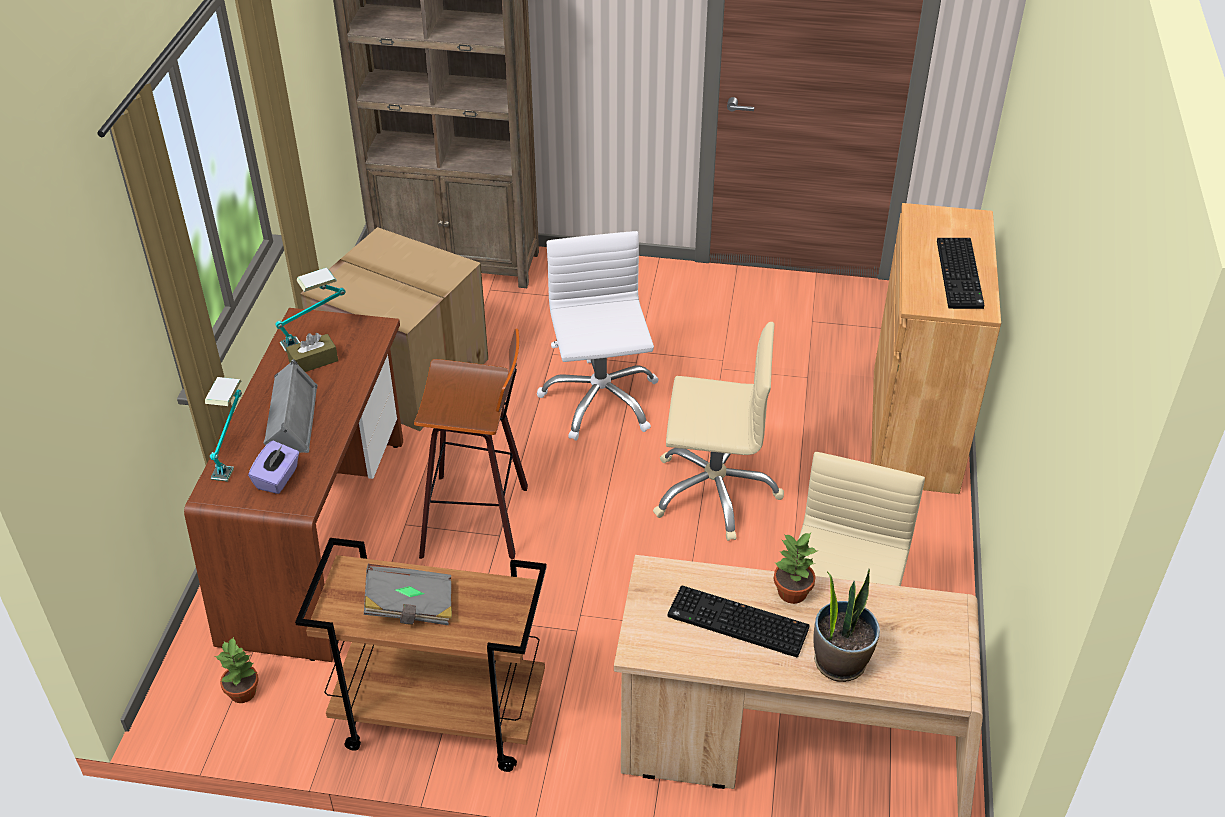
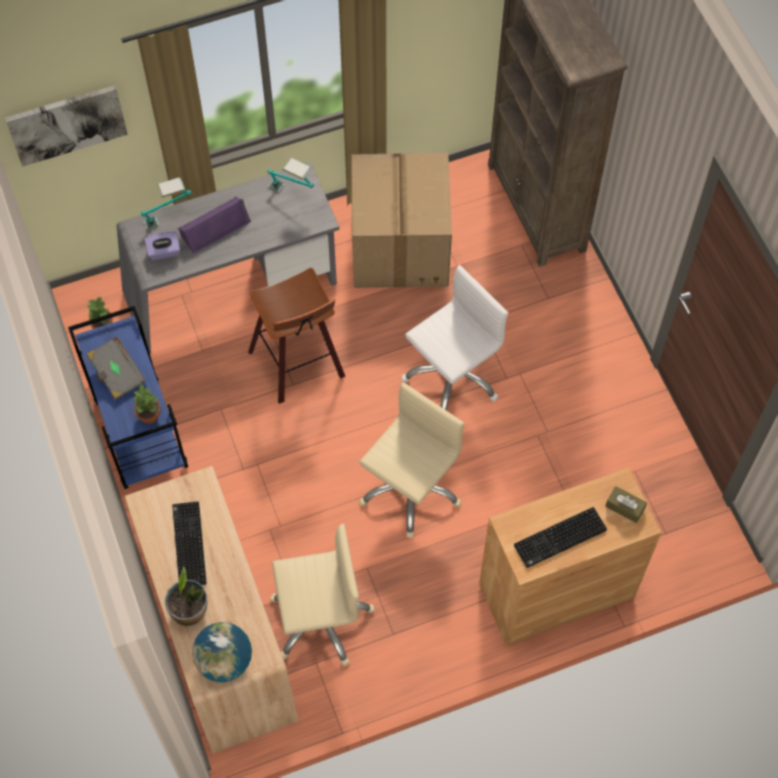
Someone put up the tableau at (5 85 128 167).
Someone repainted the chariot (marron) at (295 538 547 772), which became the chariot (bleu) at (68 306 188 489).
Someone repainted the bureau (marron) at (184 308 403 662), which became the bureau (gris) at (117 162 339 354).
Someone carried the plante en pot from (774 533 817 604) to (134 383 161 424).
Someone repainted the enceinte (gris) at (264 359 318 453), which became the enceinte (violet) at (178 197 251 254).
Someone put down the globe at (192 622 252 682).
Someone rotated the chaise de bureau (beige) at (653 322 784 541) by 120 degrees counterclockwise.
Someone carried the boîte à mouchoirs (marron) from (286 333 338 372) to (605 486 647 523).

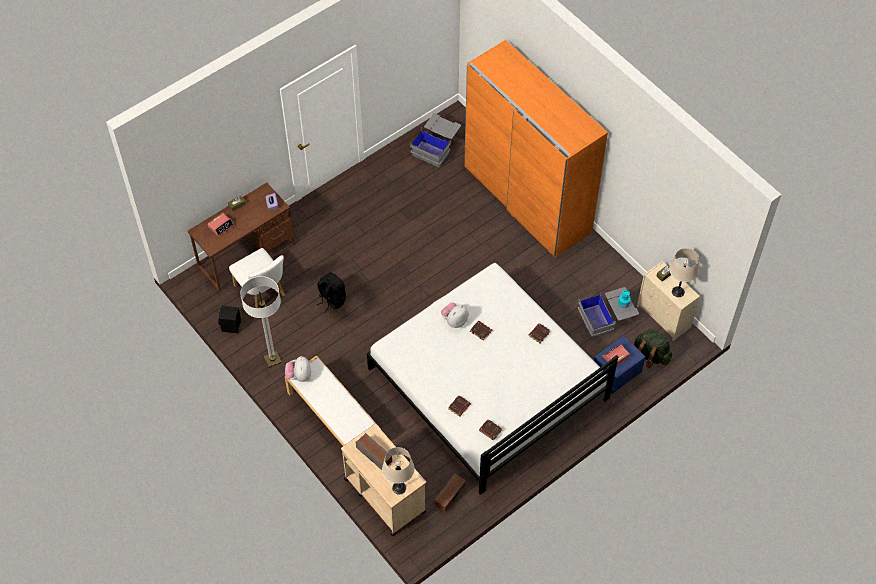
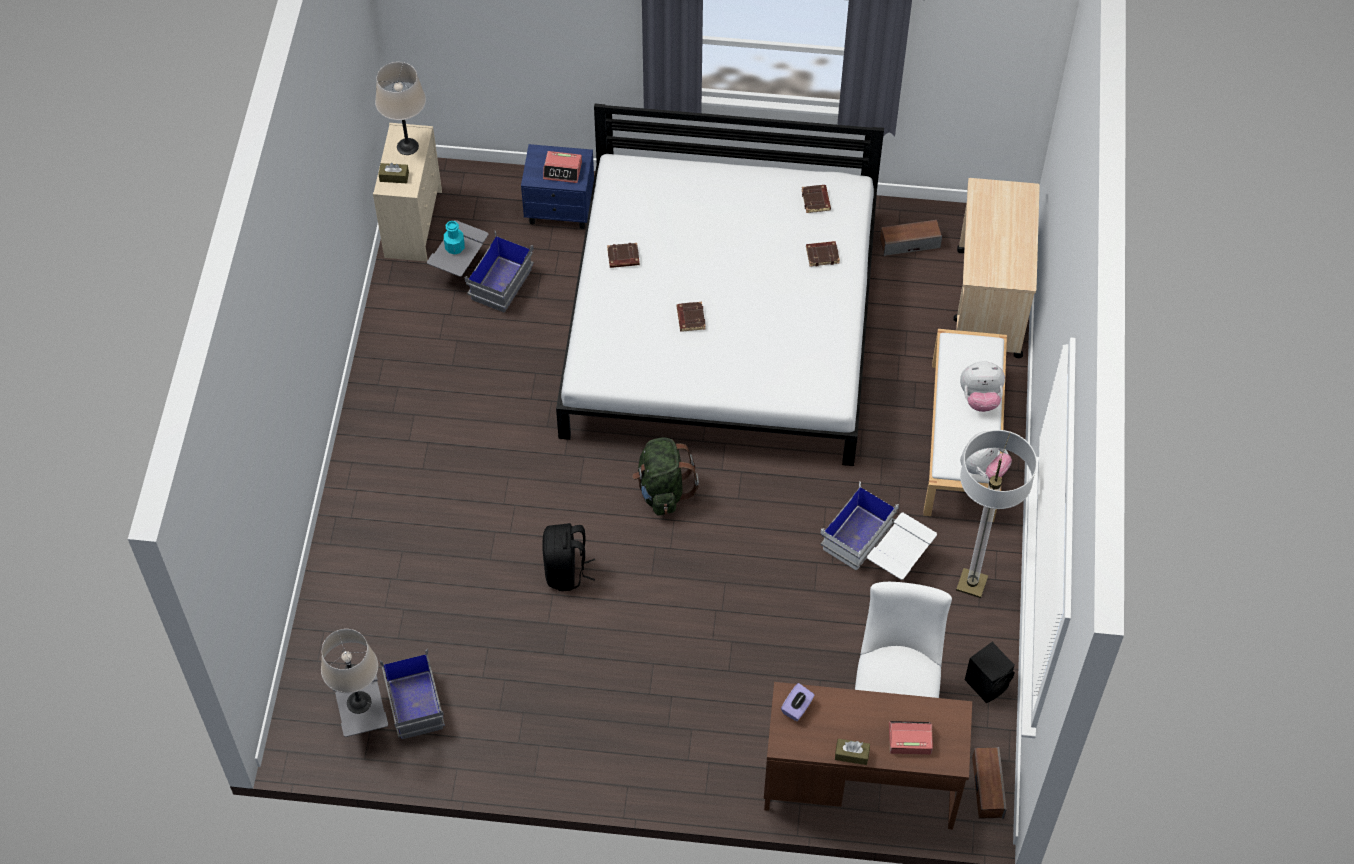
Someone carried the lampe de table (beige) from (382 447 415 494) to (321 629 378 714).
Someone carried the sac à dos (noir) from (317 272 346 312) to (542 523 595 591).
Someone carried the sac à dos (vert) from (634 329 672 369) to (632 437 699 516).
Someone put down the boîte de rangement (blanc) at (821 482 937 580).
Someone carried the peluche from (441 302 469 328) to (960 361 1005 412).
Someone carried the enceinte from (356 433 392 470) to (972 747 1007 819).
Someone took away the armoire (orange) at (464 40 608 257).

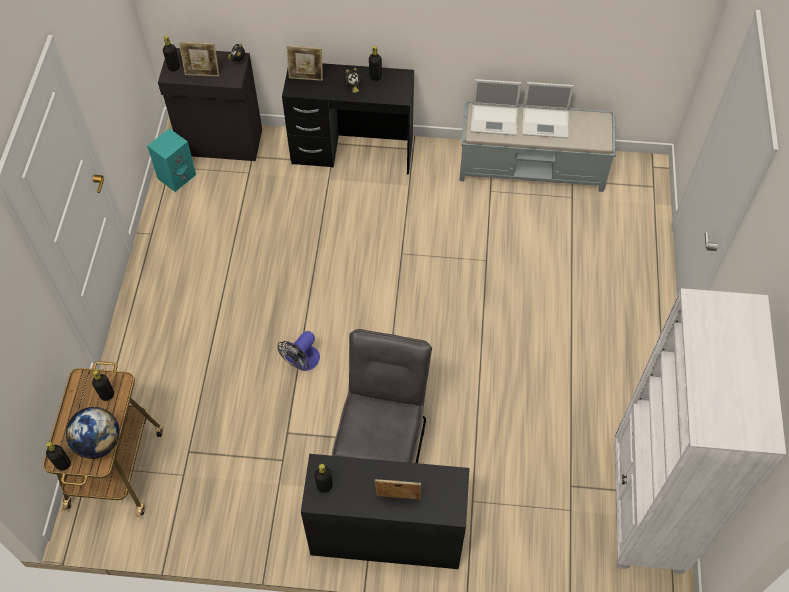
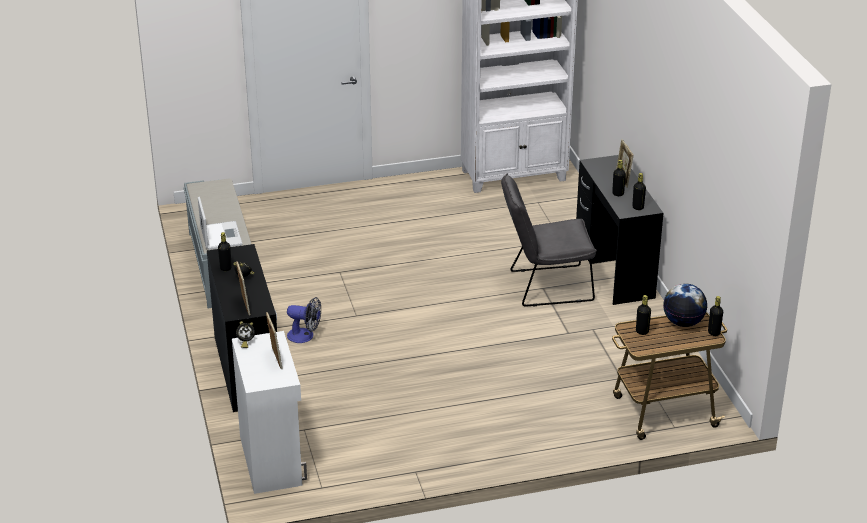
Someone repainted the meuble de rangement (noir) at (158 48 262 161), which became the meuble de rangement (blanc) at (232 331 307 494).
Someone carried the ventilateur from (278 331 320 371) to (287 297 321 343).
Someone carried the bouteille (noir) from (163 36 180 72) to (612 160 626 196).
Someone took away the enceinte (turquoise) at (147 128 196 192).
Someone took away the ordinateur portable at (522 82 574 138).

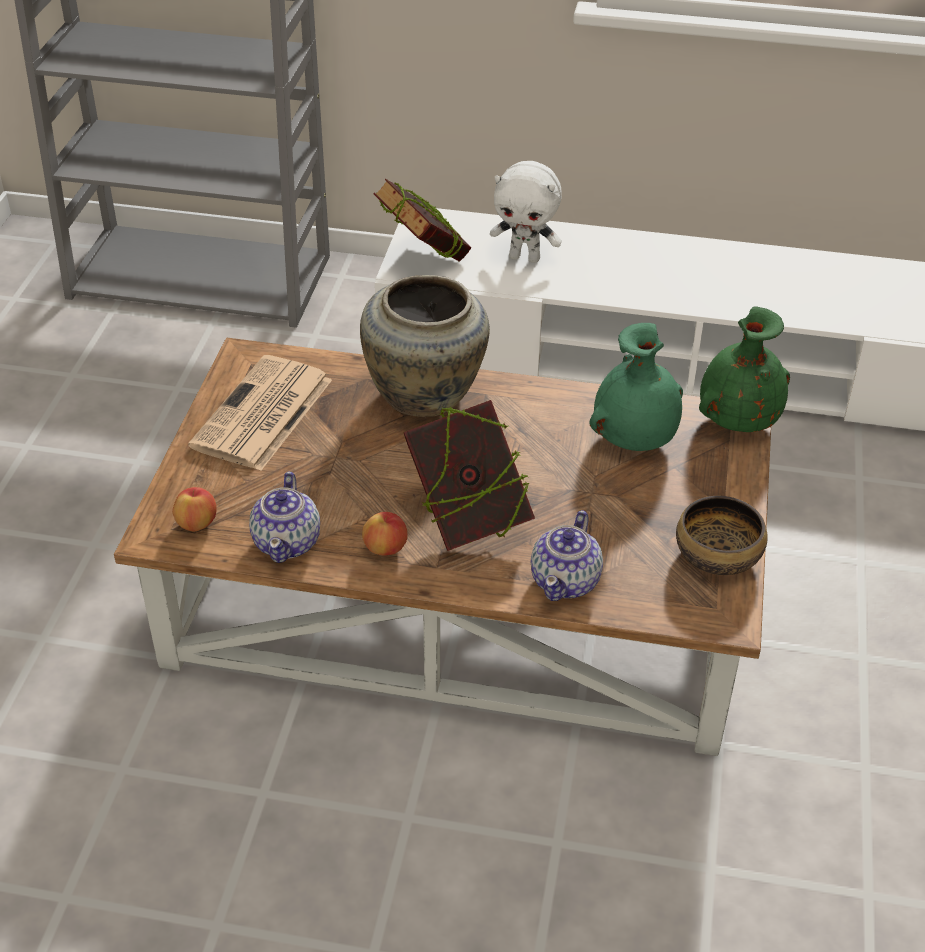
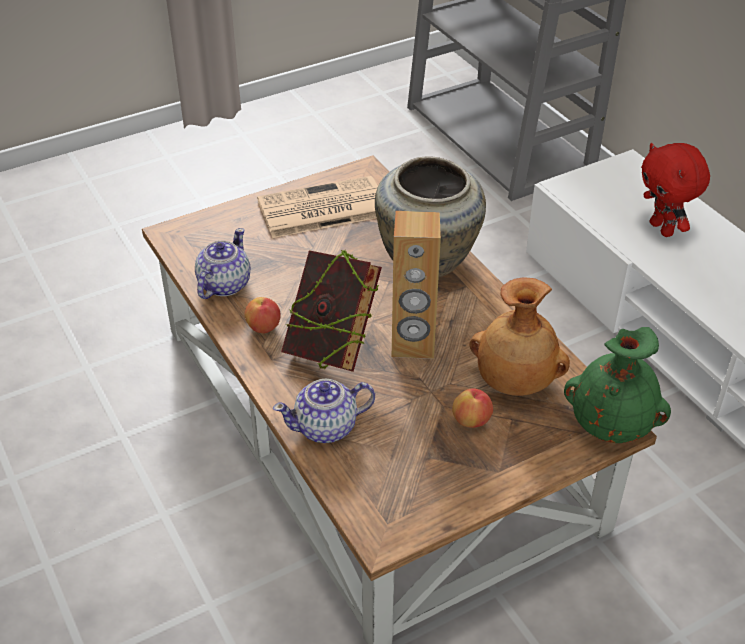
Someone rotated the théière at (249 472 320 563) by 150 degrees clockwise.
Someone put down the enceinte (marron) at (392 211 441 359).
Someone carried the pomme from (172 487 217 531) to (452 388 493 428).
Someone repainted the vase (vert) at (589 323 683 451), which became the vase (marron) at (470 278 570 396).
Someone repainted the peluche (blanc) at (490 161 562 263), which became the peluche (rouge) at (641 143 710 237).
Someone took away the livre at (373 179 472 262).
Someone took away the bol at (676 496 767 575).

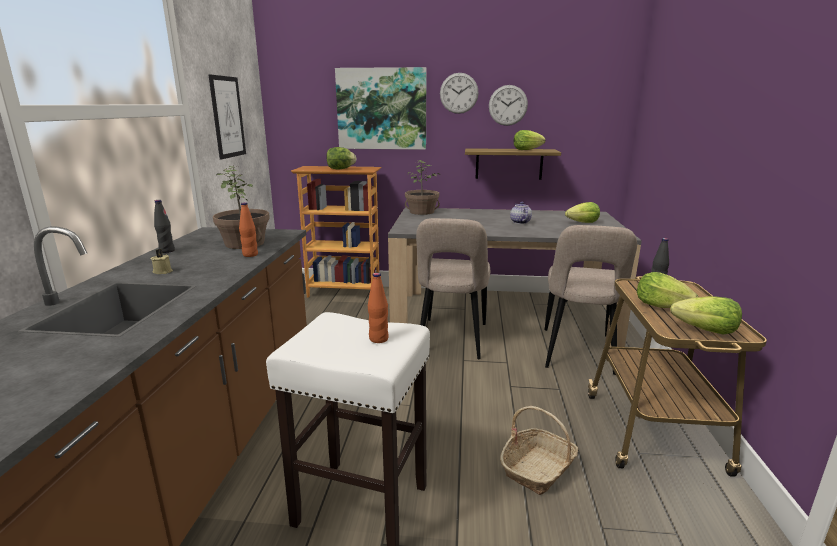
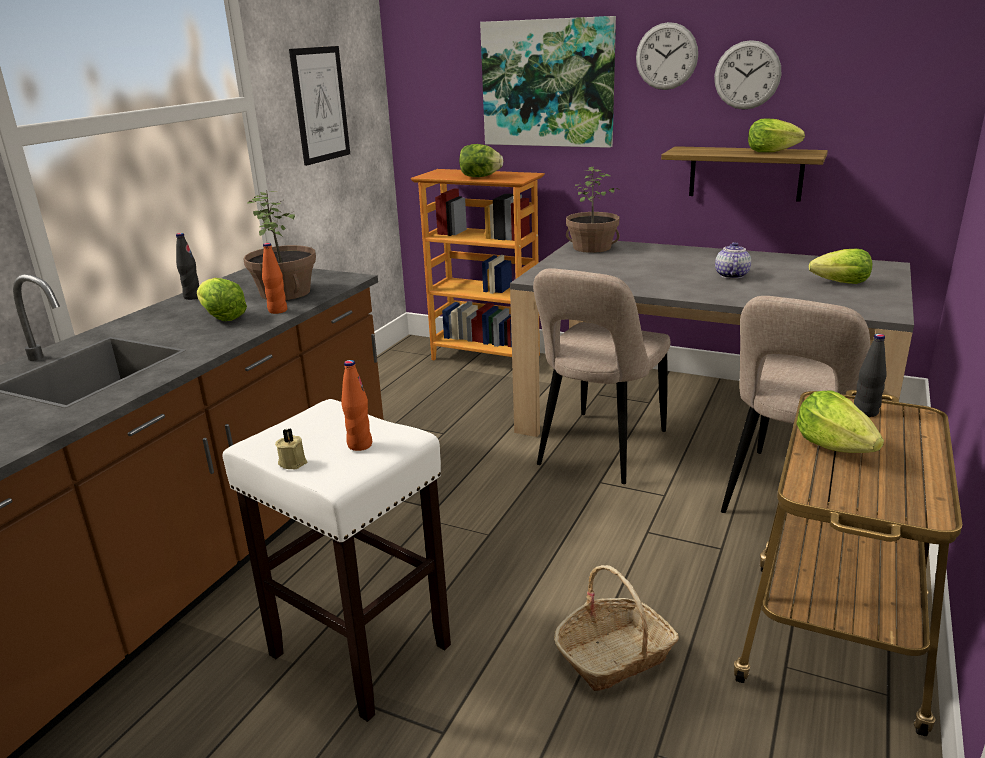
Someone carried the laitue from (670 296 742 335) to (197 278 247 321).
Someone carried the bougie (beige) from (151 249 173 274) to (275 428 307 469).

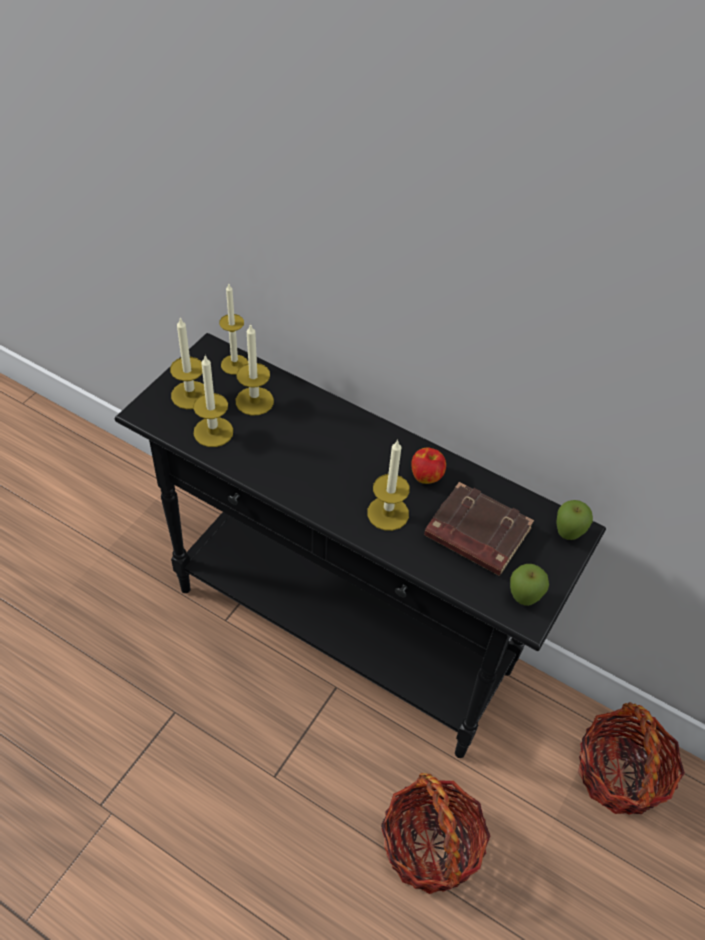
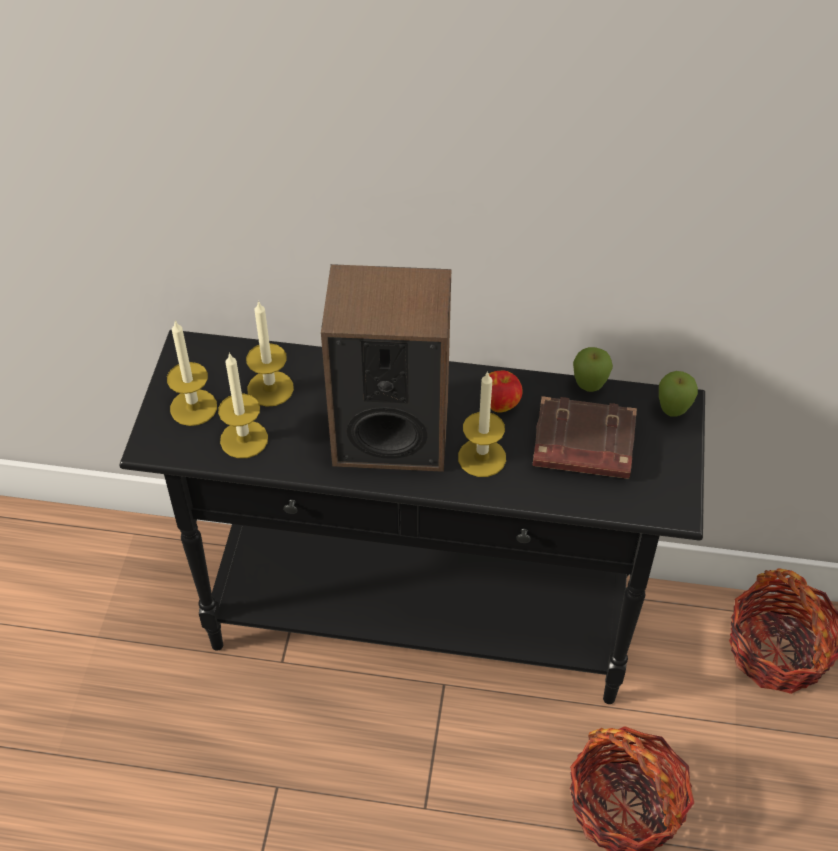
Someone put down the enceinte at (321 264 451 472).
Someone carried the pomme from (510 564 549 606) to (573 347 613 392).
Someone took away the bougie at (219 284 248 375).

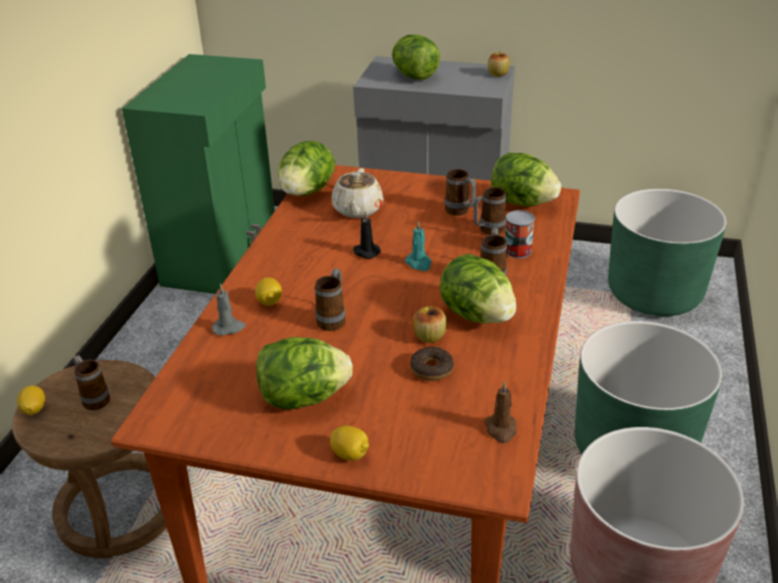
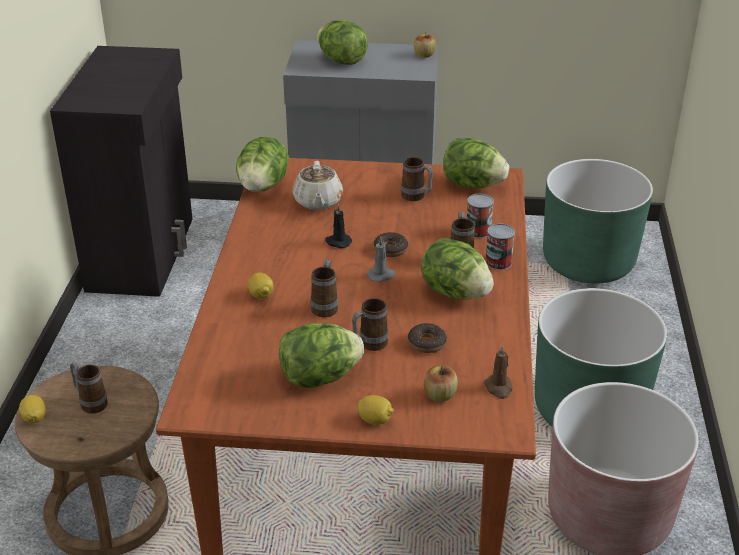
Someone repainted the meuble de rangement (vert) at (122 54 275 294), which became the meuble de rangement (noir) at (50 46 193 297).
Someone carried the mug from (474 187 506 235) to (352 298 388 351).
Someone carried the bougie (gris) from (212 284 246 336) to (367 237 395 282).
Someone swapped the bougie (turquoise) at (405 221 431 271) for the beignet at (374 232 408 257).
Someone carried the pomme from (413 306 447 343) to (424 365 458 402).
Someone put down the boîte métallique at (485 223 515 270).

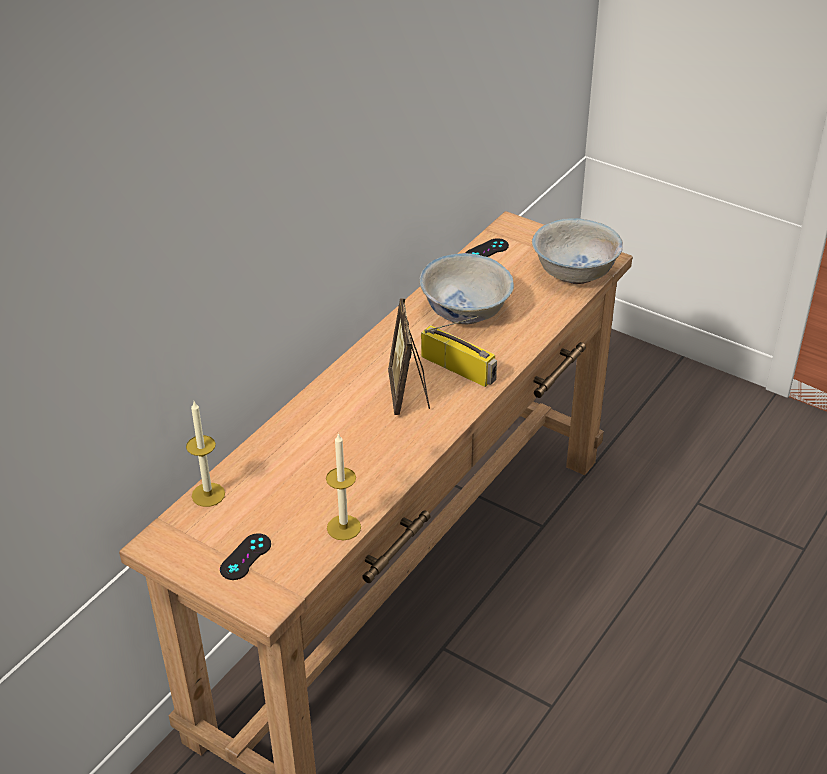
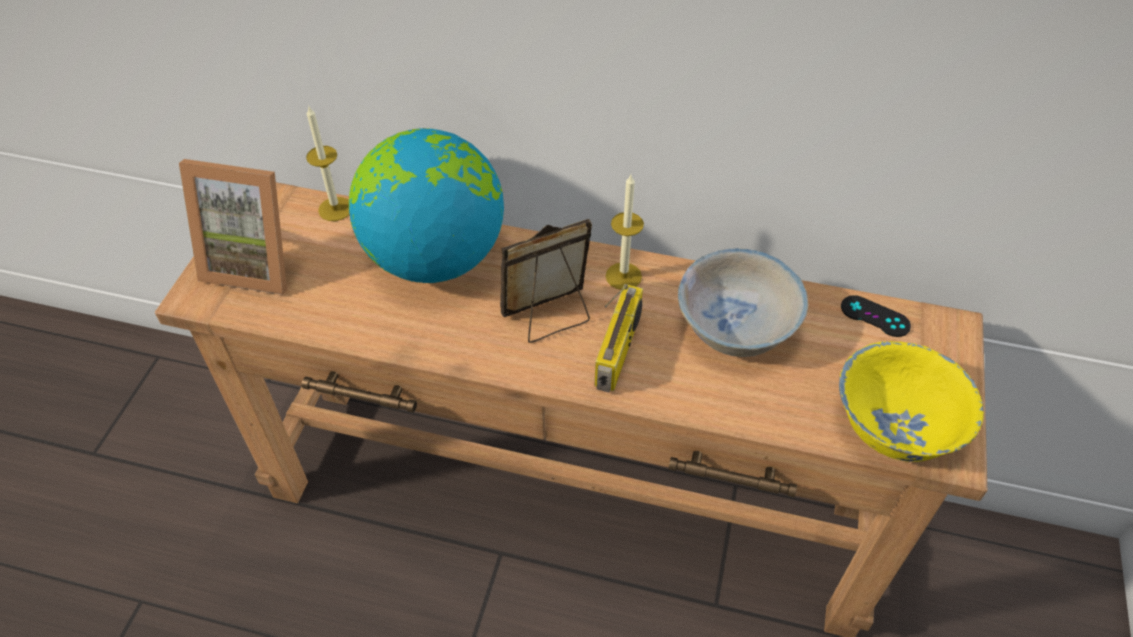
Someone swapped the manette (noir) at (220 533 271 580) for the cadre photo at (179 159 287 295).
Someone put down the globe at (349 128 504 283).
Someone carried the bougie from (326 433 361 540) to (606 175 644 290).
Someone repainted the bol (blanc) at (532 218 623 284), which became the bol (jaune) at (839 341 984 462).

